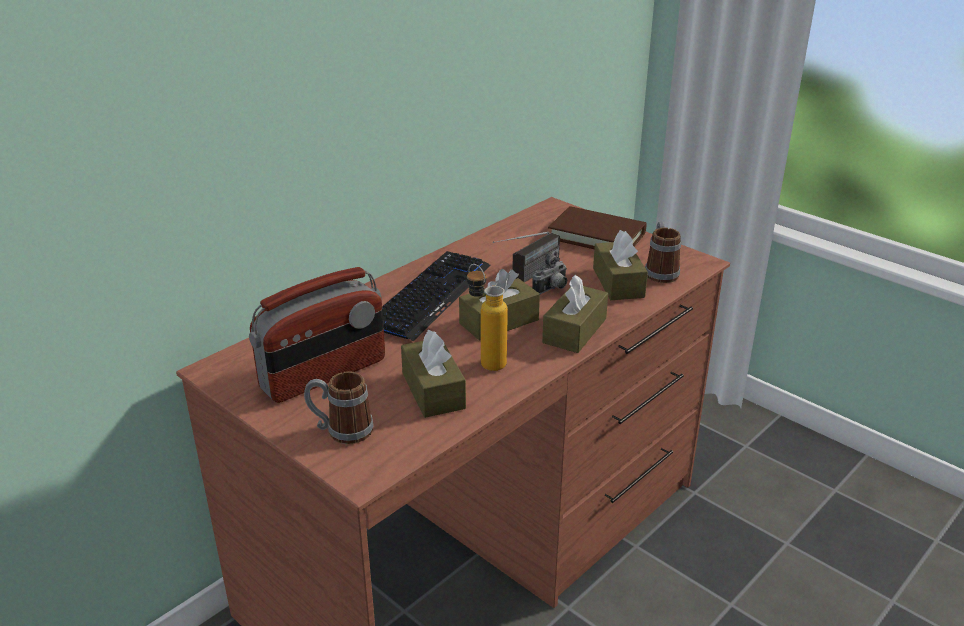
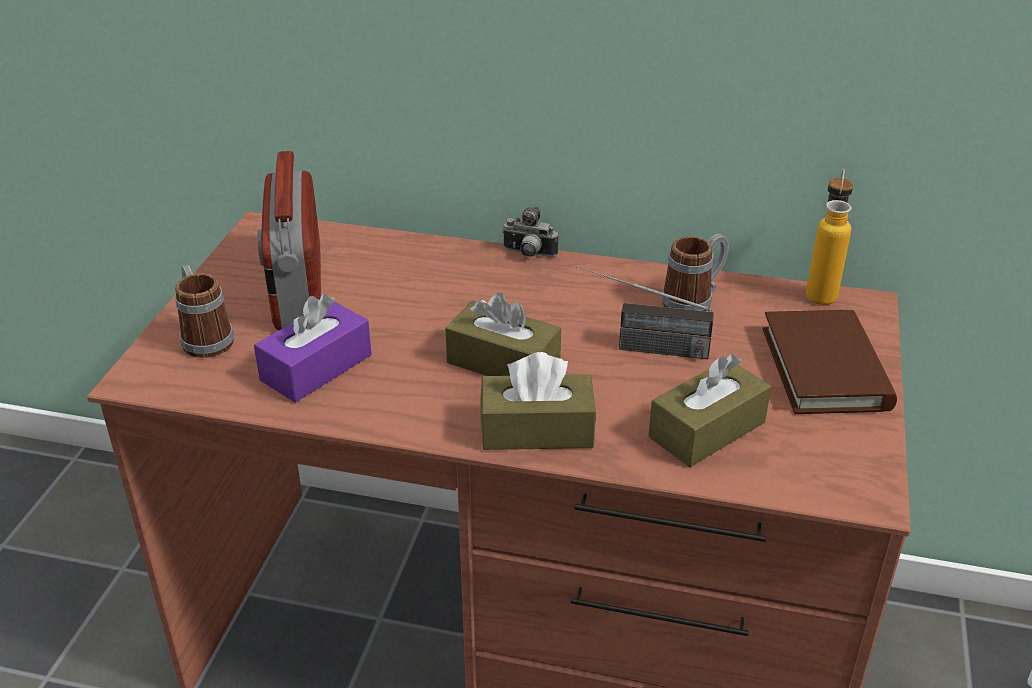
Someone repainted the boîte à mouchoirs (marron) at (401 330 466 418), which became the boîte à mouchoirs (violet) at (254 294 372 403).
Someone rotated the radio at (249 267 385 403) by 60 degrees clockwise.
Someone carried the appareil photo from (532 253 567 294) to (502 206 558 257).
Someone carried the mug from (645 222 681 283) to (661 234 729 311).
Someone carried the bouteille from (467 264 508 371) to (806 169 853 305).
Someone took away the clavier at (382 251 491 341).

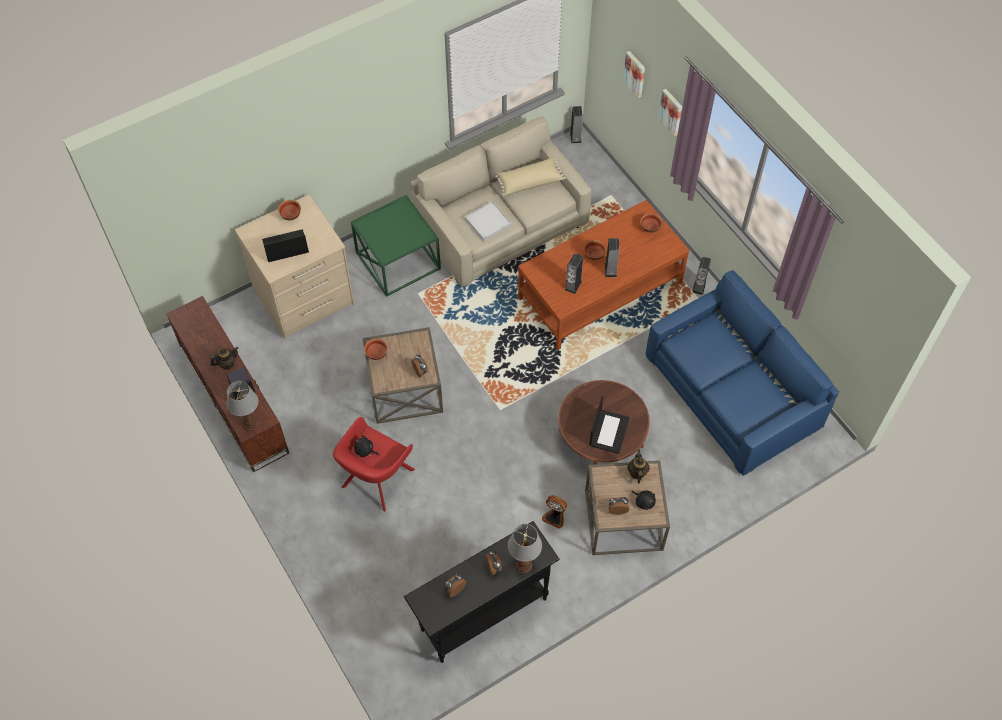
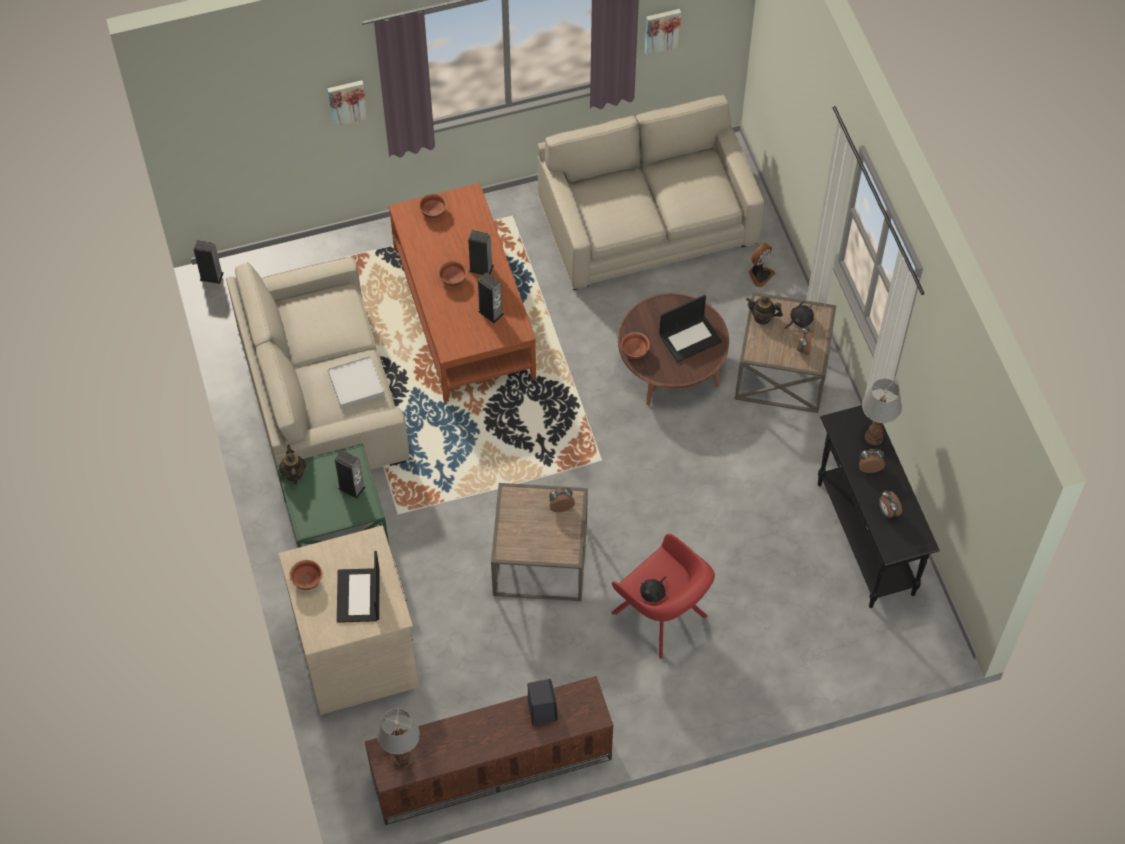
Someone carried the théière from (210 347 238 370) to (279 444 306 485).
Someone carried the enceinte from (693 257 711 295) to (335 450 366 499).
Someone carried the lampe de table from (227 381 258 432) to (377 708 420 769).
Someone repainted the canapé (bleu) at (645 270 839 476), which became the canapé (beige) at (538 95 764 290).
Someone carried the bol from (364 339 388 360) to (621 332 650 359).
Someone carried the tableau from (623 51 645 98) to (645 9 681 55).
Someone rotated the ordinateur portable at (589 396 630 454) by 120 degrees clockwise.
Someone carried the ventilateur from (542 495 567 529) to (748 243 775 288).
Someone took away the coussin (beige) at (495 157 566 196).

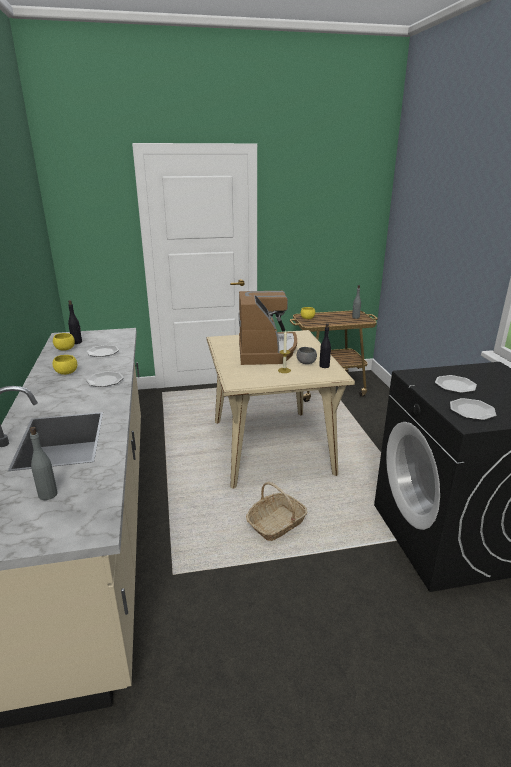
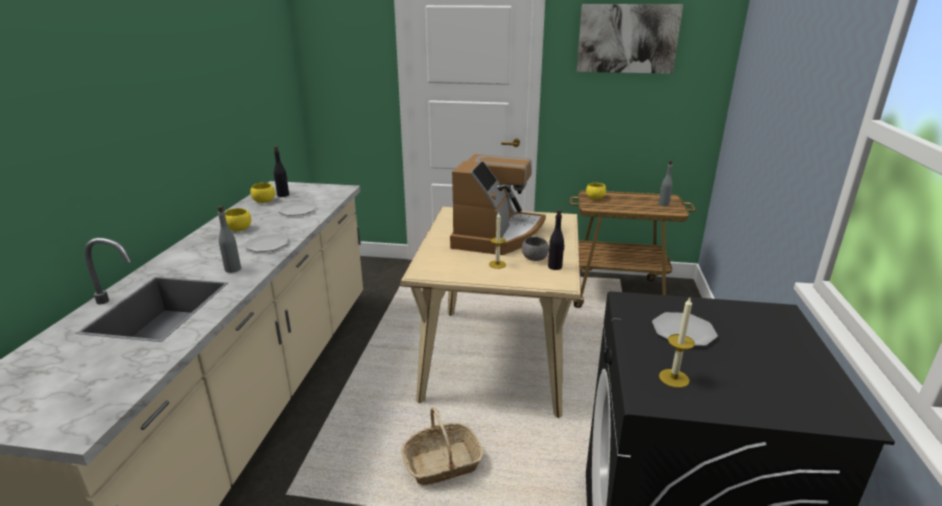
Someone carried the bouteille (gris) from (30 427 58 500) to (218 206 241 273).
Someone put up the tableau at (577 4 683 74).
Someone swapped the assiette at (450 398 496 420) for the bougie at (659 298 695 388).

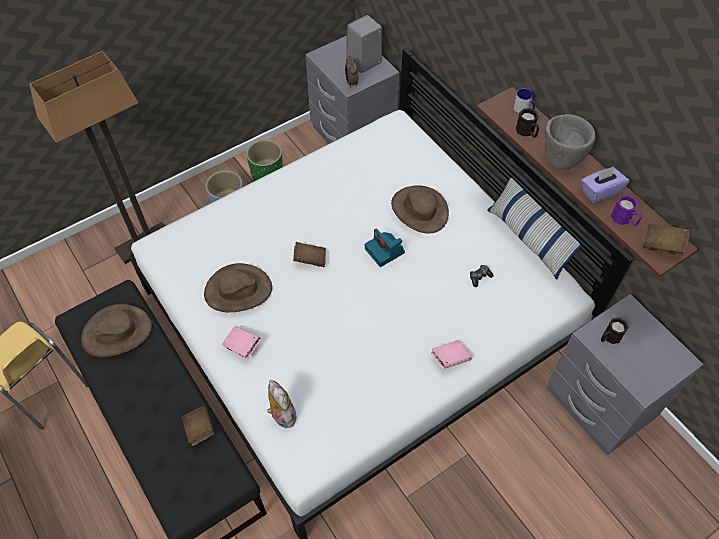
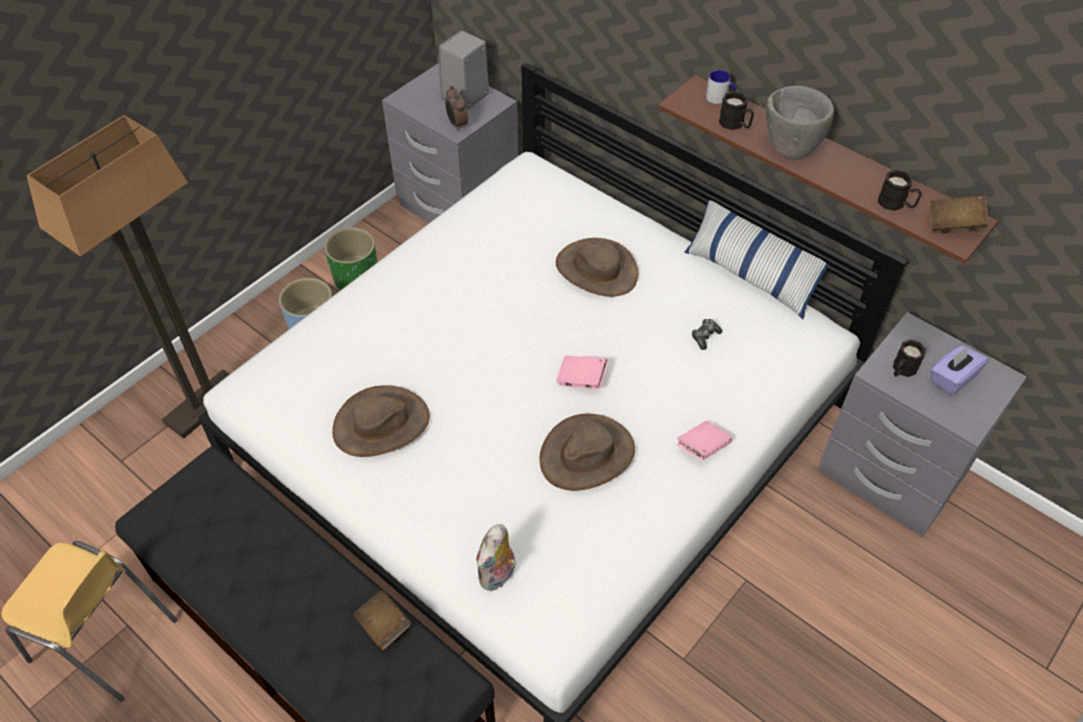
Someone rotated the peluche at (267 380 296 428) by 105 degrees counterclockwise.
Someone carried the chapeau (marron) from (81 304 152 357) to (539 414 635 491).
Someone carried the livre (rose) from (222 326 261 359) to (556 356 608 389).
Someone repainted the mug (violet) at (611 195 642 226), which became the mug (noir) at (878 169 922 211).
Someone carried the boîte à mouchoirs (violet) from (581 167 629 203) to (931 345 989 396).
Someone took away the livre (marron) at (293 242 326 267).
Someone took away the appareil photo at (365 228 405 267).

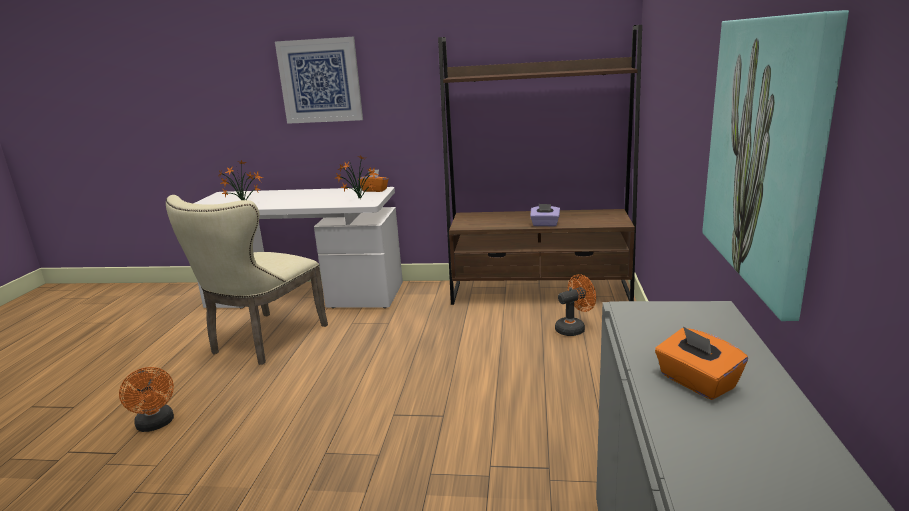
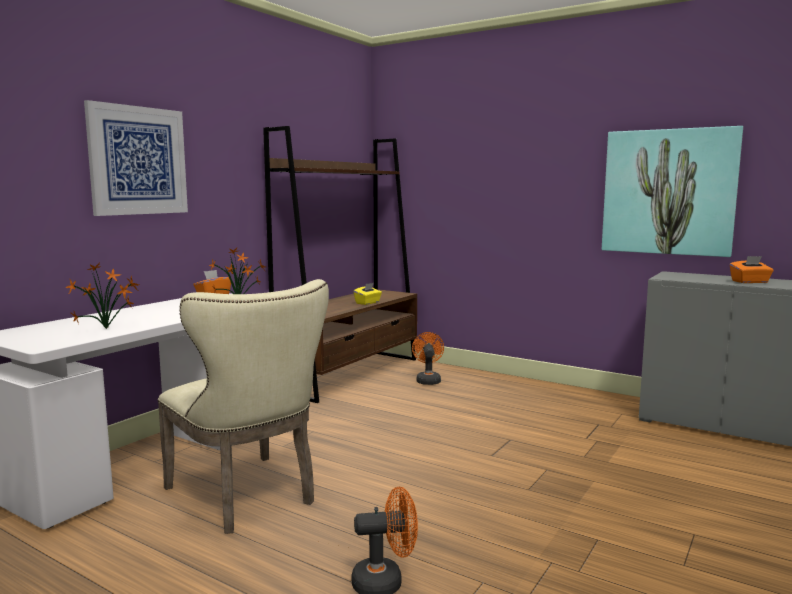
Someone repainted the boîte à mouchoirs (violet) at (530 204 560 226), which became the boîte à mouchoirs (jaune) at (353 283 382 305).

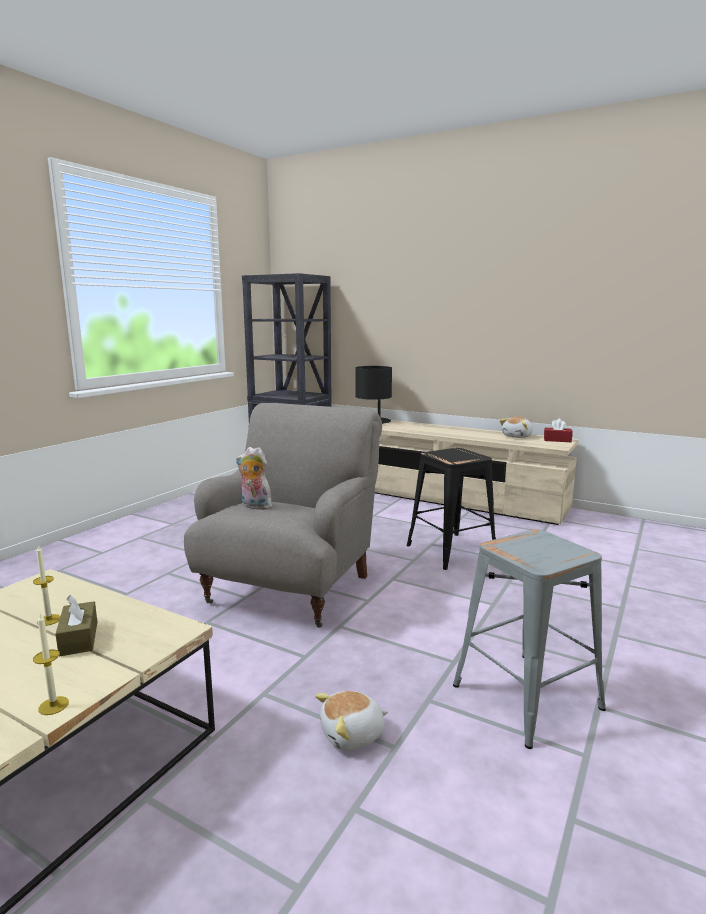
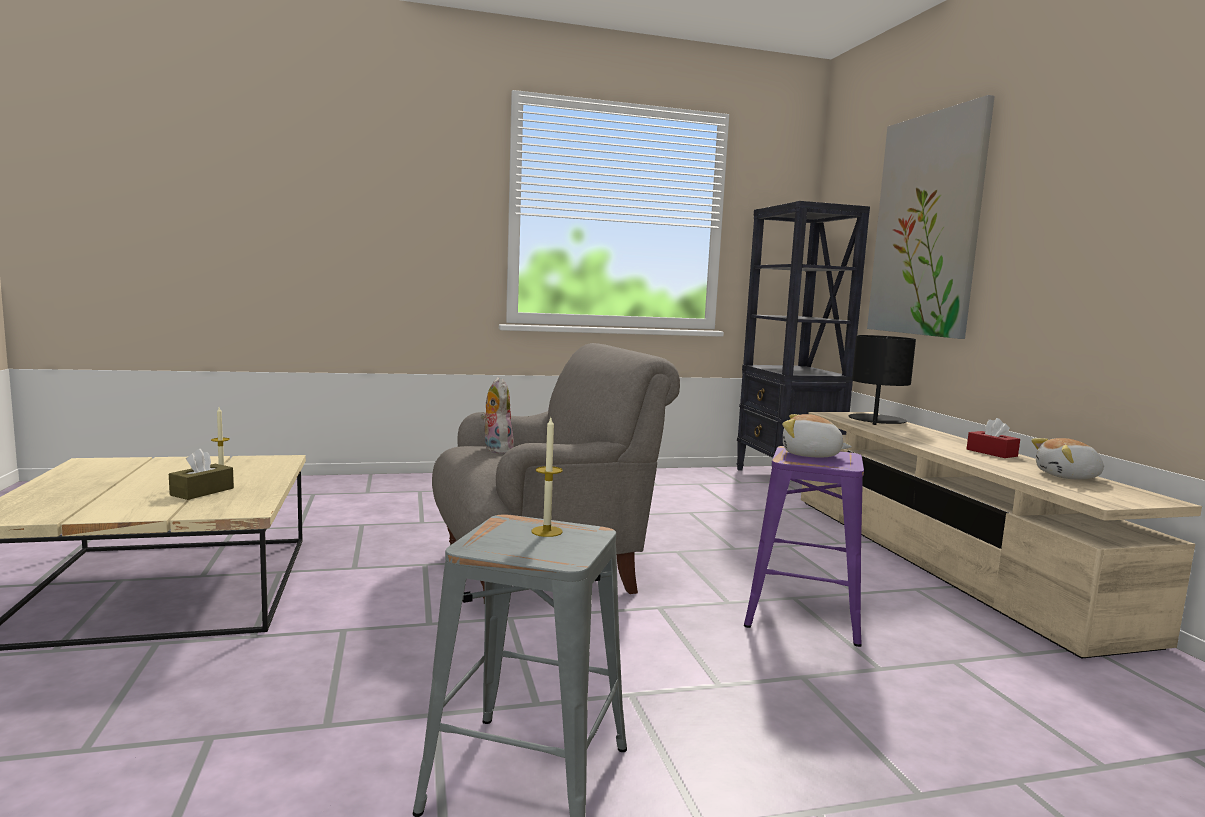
Someone carried the bougie from (33 614 69 715) to (532 418 563 537).
Someone repainted the tabouret (noir) at (407 448 496 570), which became the tabouret (violet) at (744 446 864 647).
Someone carried the peluche from (315 691 388 751) to (782 414 852 457).
Someone put up the tableau at (867 95 995 339).
Someone carried the boîte à mouchoirs (rouge) from (544 419 573 442) to (967 418 1020 458).

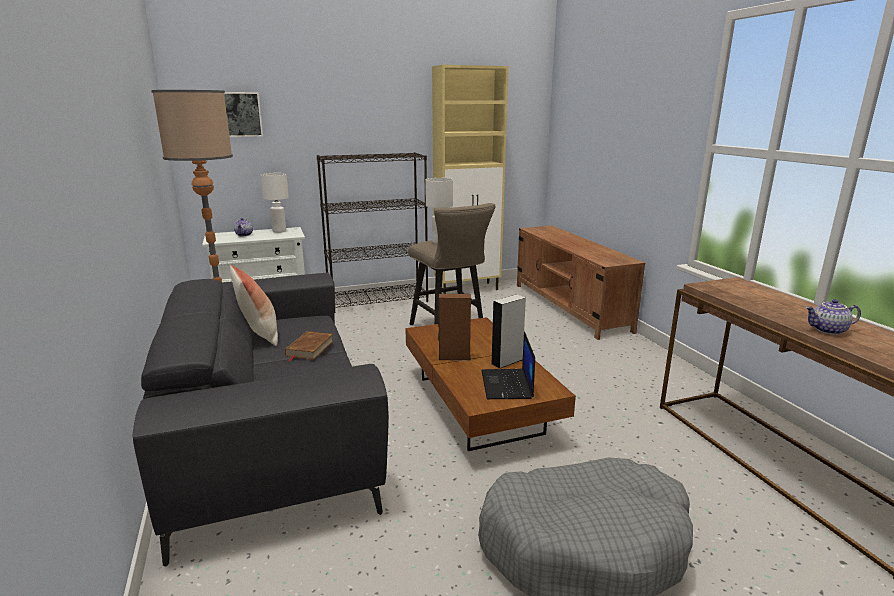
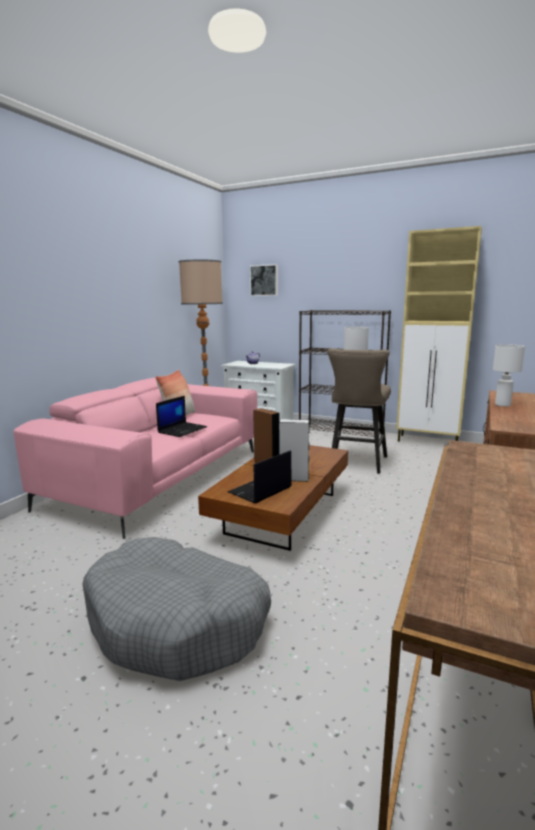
Someone repainted the canapé (gris) at (133 273 389 567), which became the canapé (rose) at (13 378 257 539).
Someone swapped the livre (marron) at (285 331 334 361) for the ordinateur portable at (156 396 207 437).
Someone carried the lampe de table (blanc) from (260 173 289 233) to (493 344 525 407).
Someone took away the théière at (805 299 861 335).

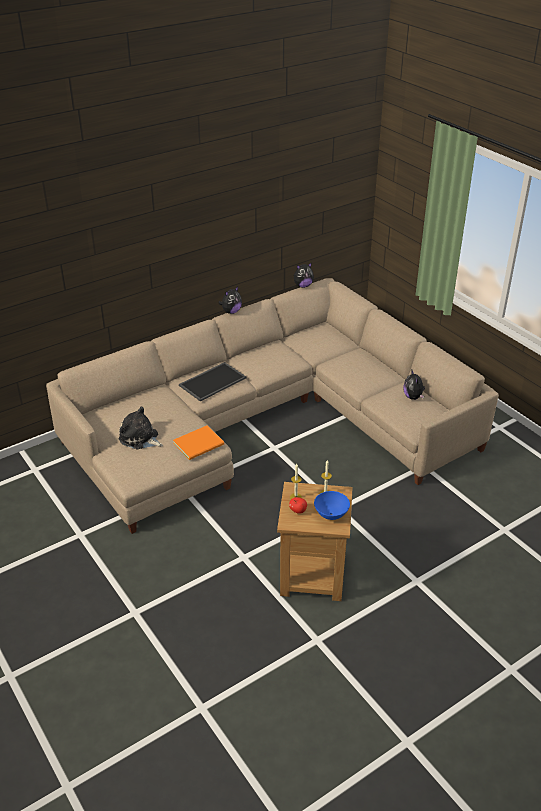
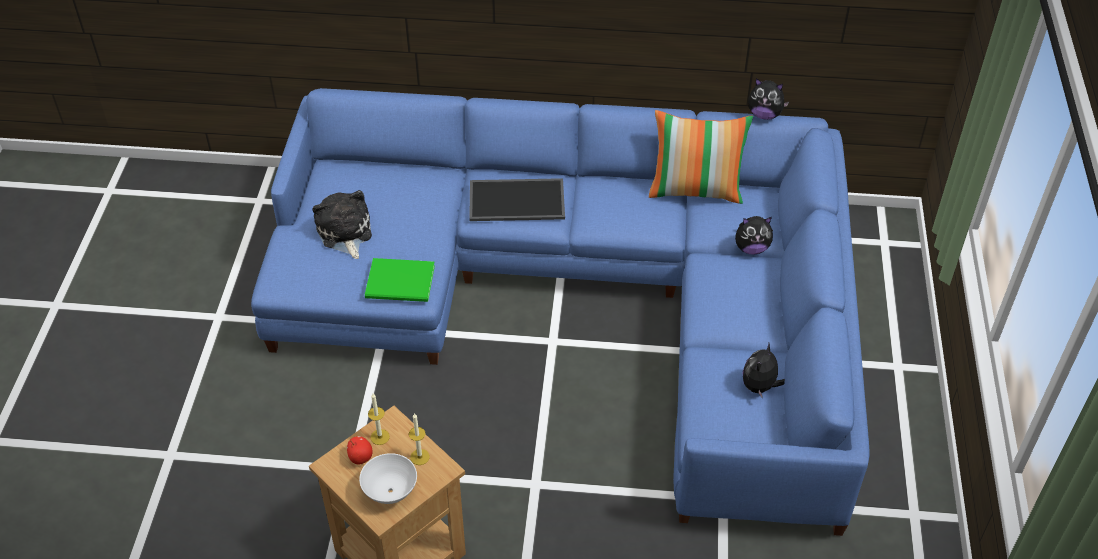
Someone repainted the canapé (beige) at (46 278 499 534), which became the canapé (bleu) at (251 88 870 536).
Someone repainted the bol (bleu) at (314 491 350 520), which became the bol (blanc) at (359 453 417 504).
Someone repainted the livre (orange) at (173 426 224 460), which became the livre (vert) at (365 258 435 302).
Someone put down the coussin at (649 110 753 204).
Someone carried the peluche from (218 286 242 314) to (735 216 774 255).

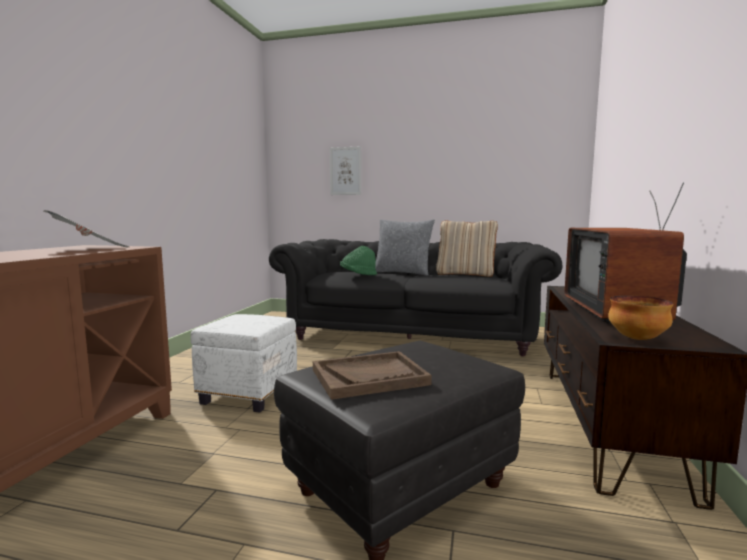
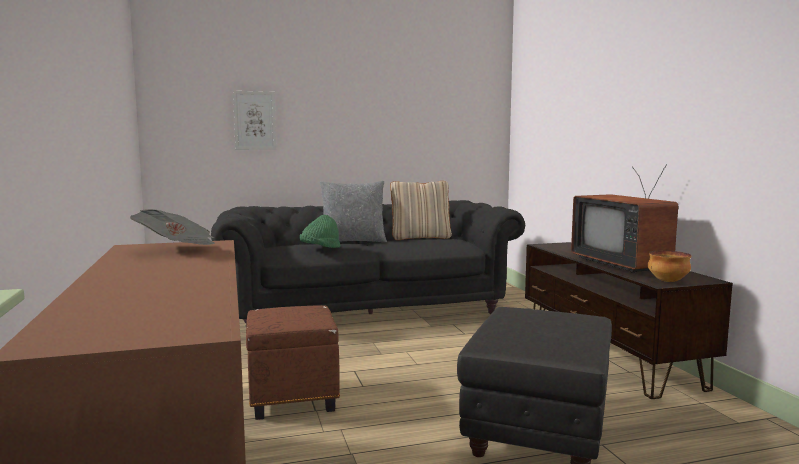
Someone repainted the pouf (blanc) at (191 314 297 413), which became the pouf (marron) at (246 305 340 420).
Someone took away the plateau (marron) at (313 351 432 400).

